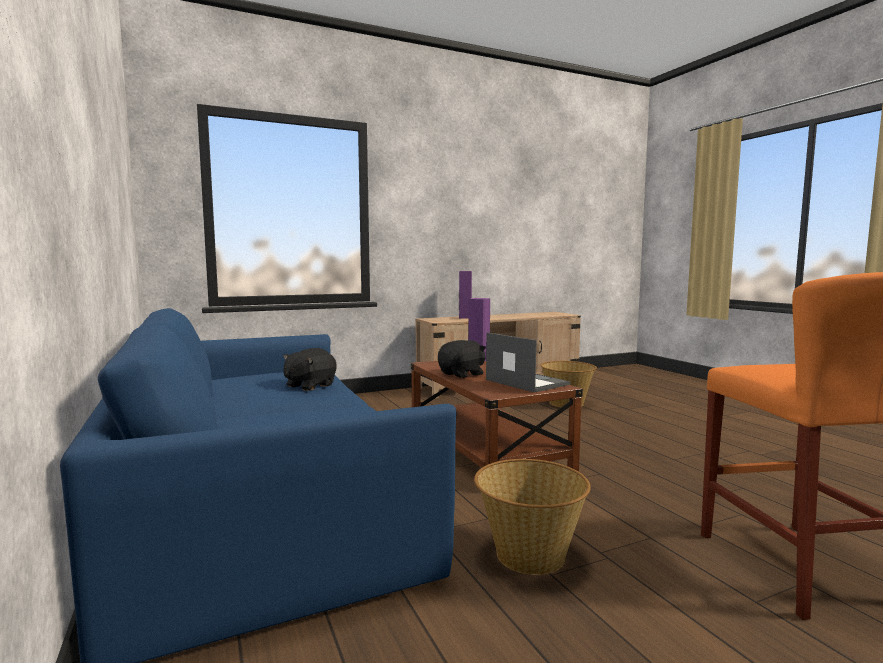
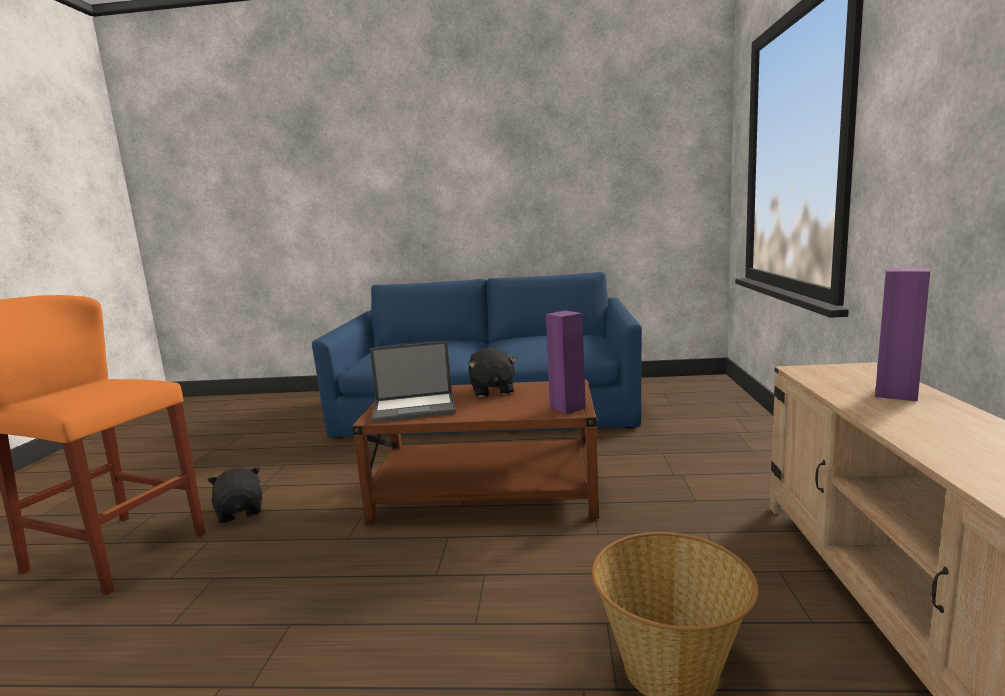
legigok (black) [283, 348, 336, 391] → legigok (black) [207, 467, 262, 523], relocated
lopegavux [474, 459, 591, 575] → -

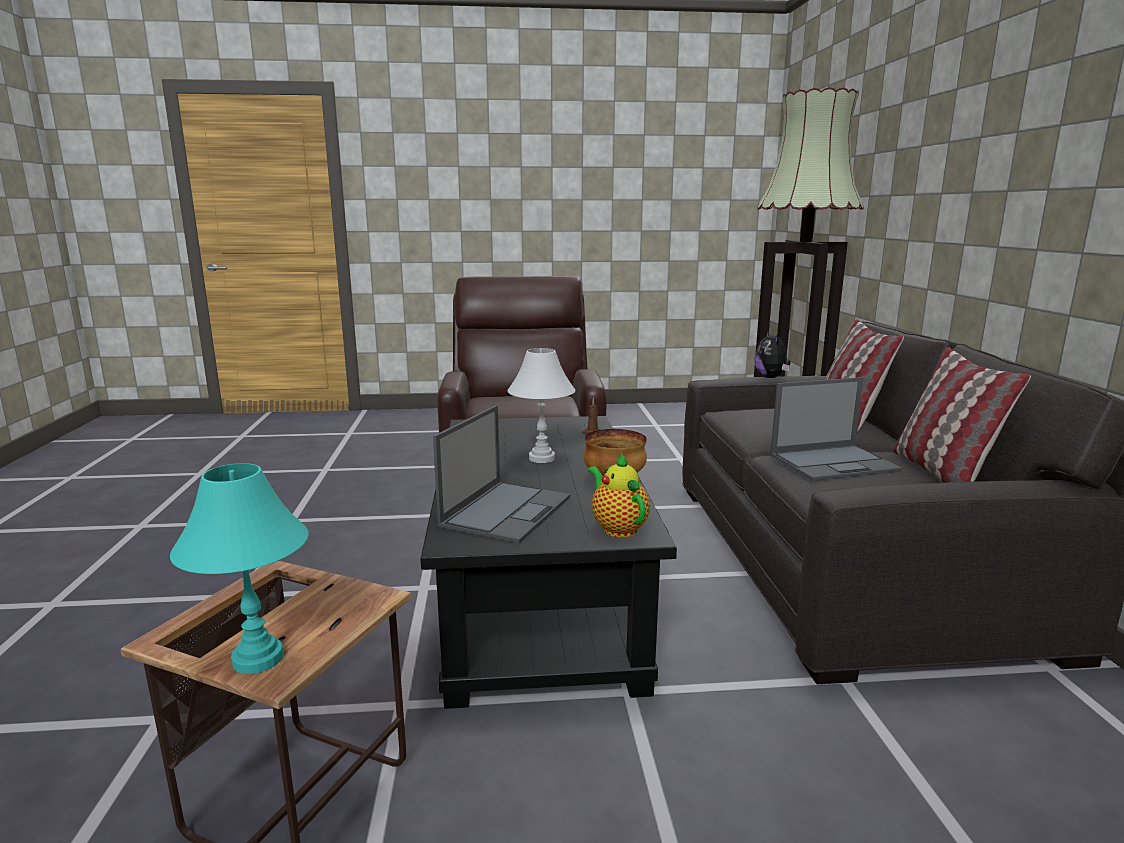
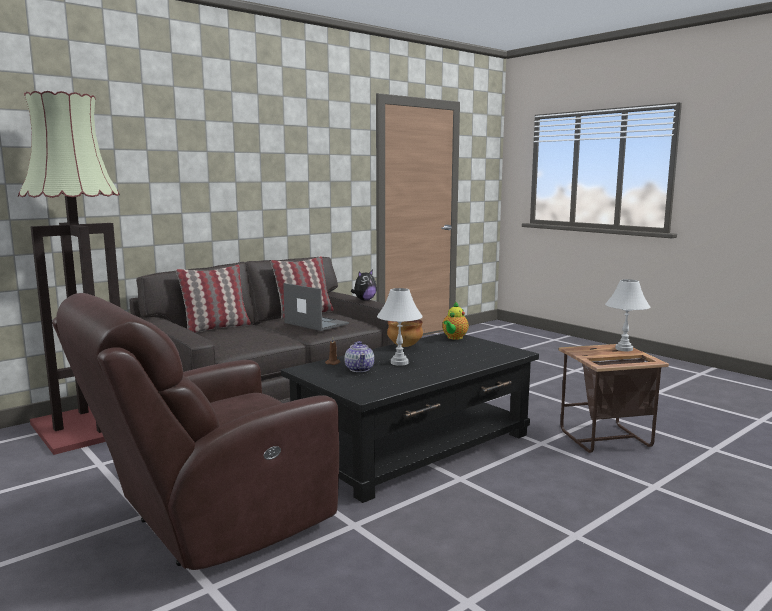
- → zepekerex [345, 341, 374, 372]
legigok [754, 331, 790, 378] → legigok [351, 270, 377, 300], relocated
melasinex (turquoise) [170, 463, 309, 674] → melasinex (white) [605, 279, 650, 351]
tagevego [433, 405, 570, 543] → -

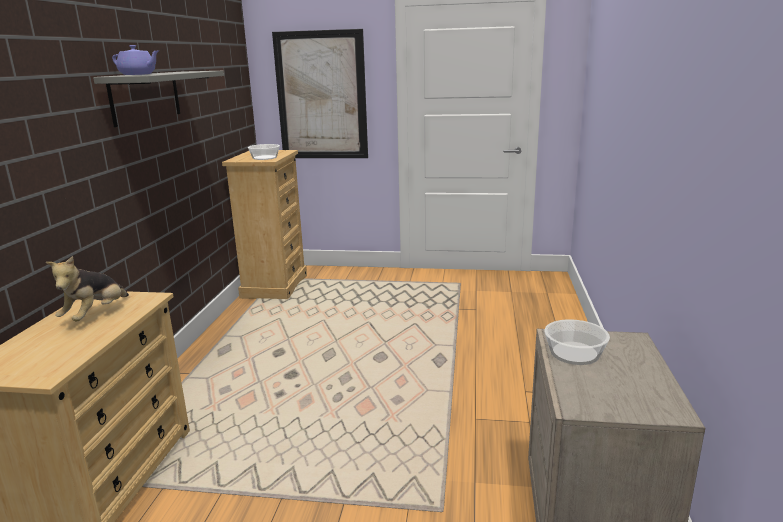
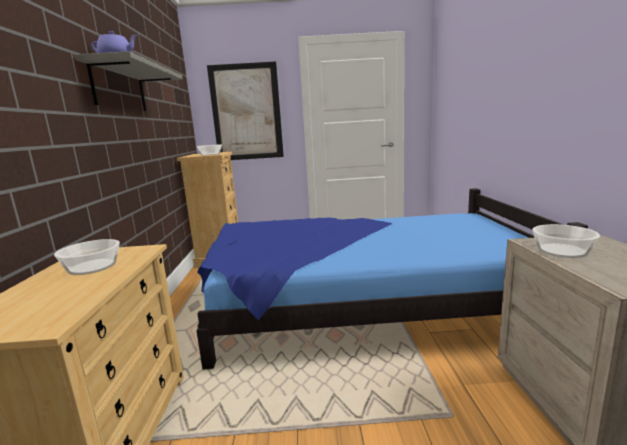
legigok [46, 256, 129, 321] → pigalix [54, 239, 120, 275]
- → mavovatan [196, 188, 588, 369]

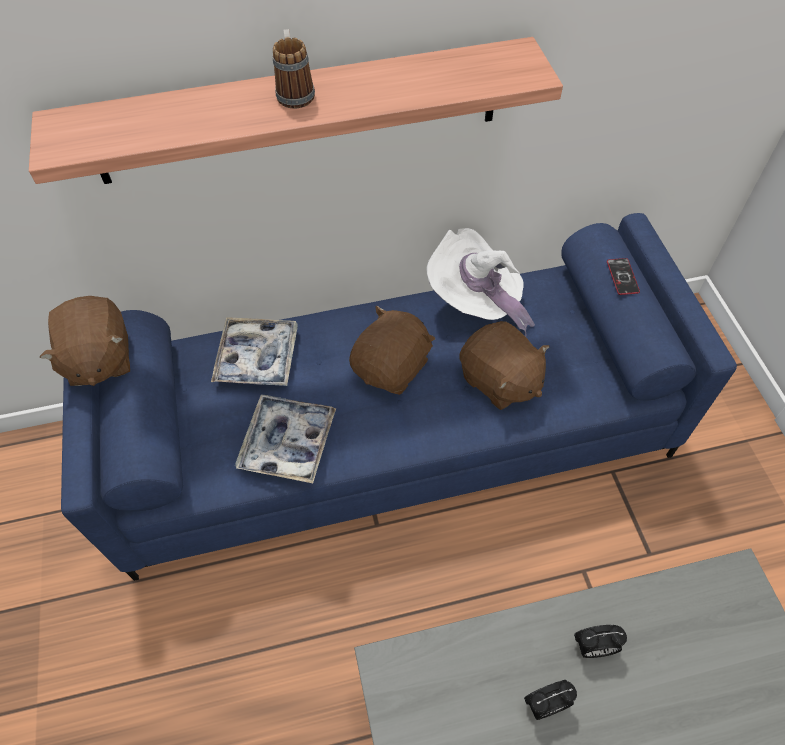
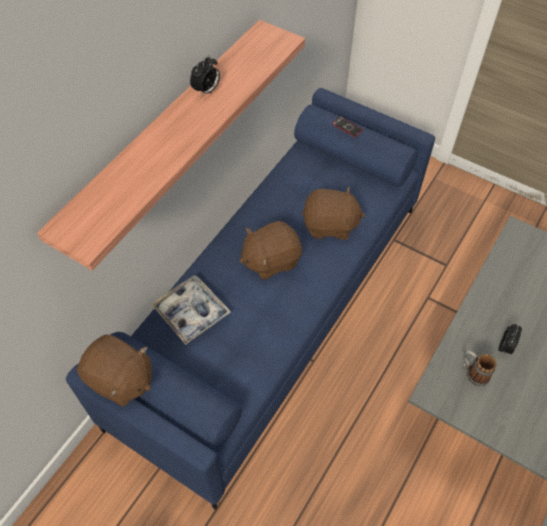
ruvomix [574, 625, 627, 658] → ruvomix [190, 55, 220, 97], relocated
legigok (brown) [349, 306, 435, 395] → legigok (brown) [240, 221, 302, 280], 105 degrees counterclockwise
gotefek [273, 29, 315, 109] → gotefek [462, 350, 497, 386], relocated
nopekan [235, 394, 336, 483] → -
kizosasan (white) [426, 228, 535, 337] → -

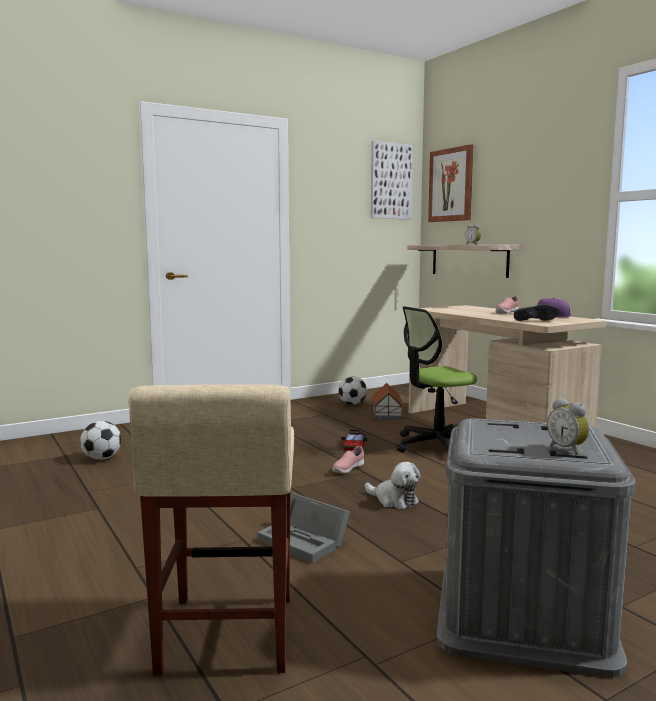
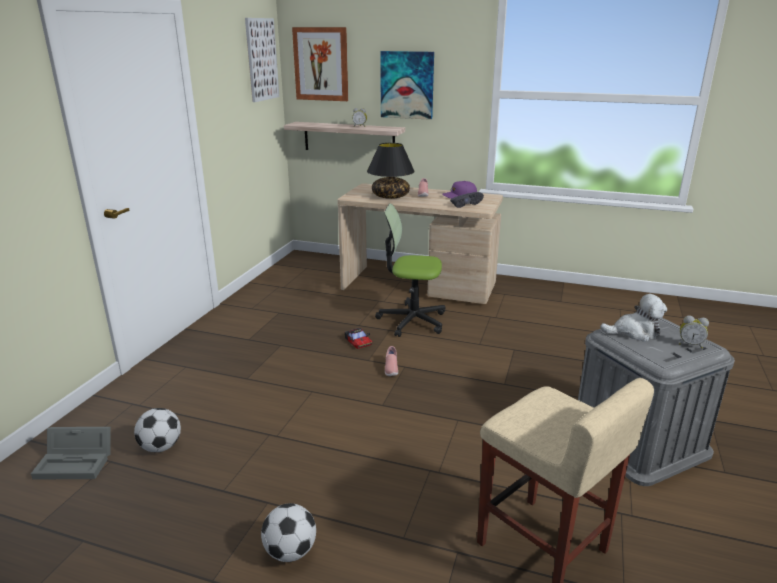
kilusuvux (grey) [257, 493, 350, 563] → kilusuvux (grey) [31, 427, 111, 480], relocated
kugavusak [338, 376, 367, 405] → kugavusak [261, 503, 316, 562], relocated
- → melasinex (black) [367, 143, 415, 199]
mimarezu [397, 306, 477, 453] → mimarezu [375, 203, 445, 337], 75 degrees clockwise
- → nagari [380, 51, 434, 120]
legigok [365, 462, 420, 509] → legigok [600, 294, 667, 342], relocated
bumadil [372, 383, 404, 419] → -

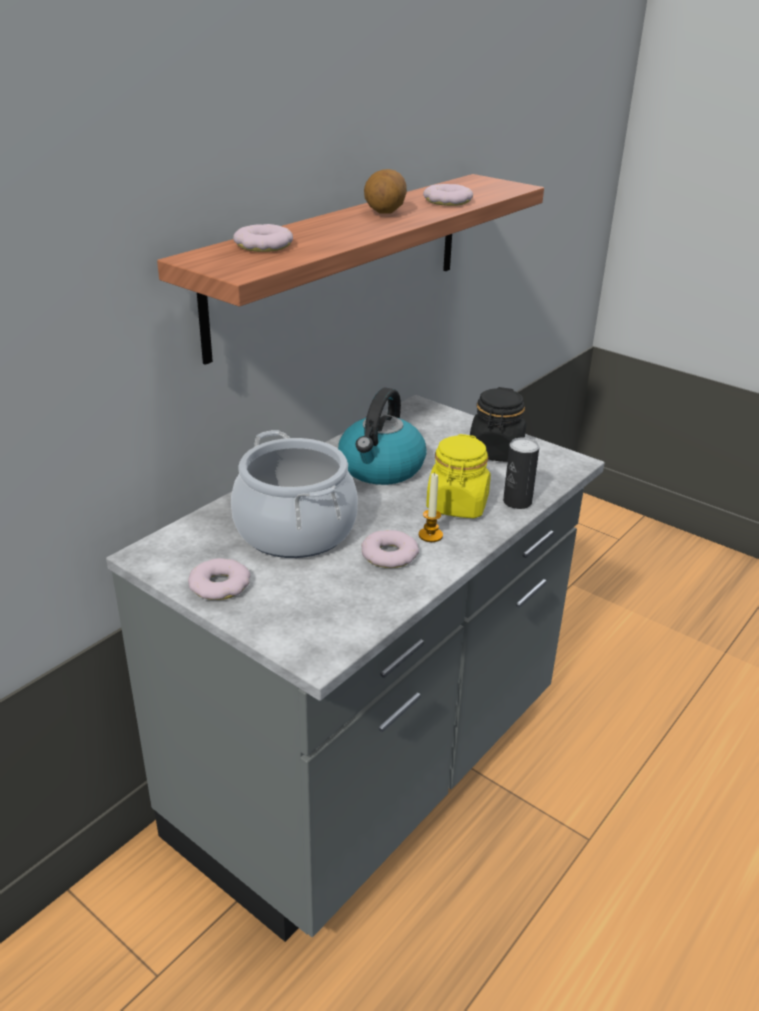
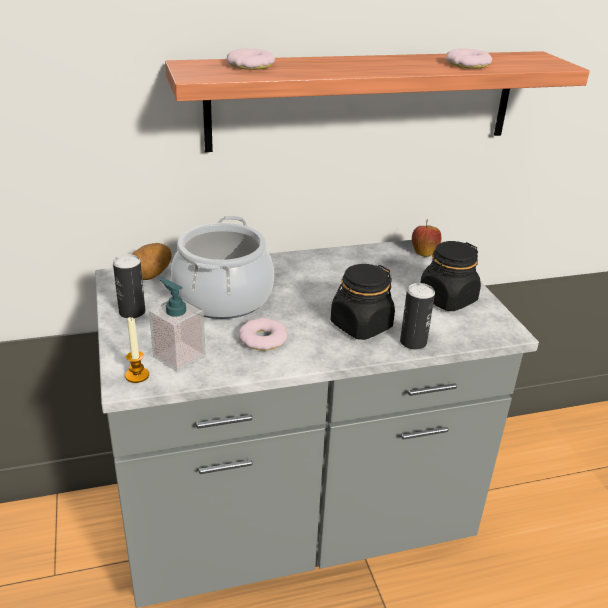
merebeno [188, 558, 251, 600] → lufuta [113, 254, 145, 318]
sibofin [419, 473, 443, 542] → sibofin [125, 317, 149, 383], relocated
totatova [364, 169, 407, 214] → totatova [132, 243, 172, 280], relocated
- → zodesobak [149, 278, 206, 372]
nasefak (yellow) [426, 434, 491, 518] → nasefak (black) [331, 264, 395, 340]
- → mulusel [412, 219, 442, 257]
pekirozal [338, 388, 427, 485] → -

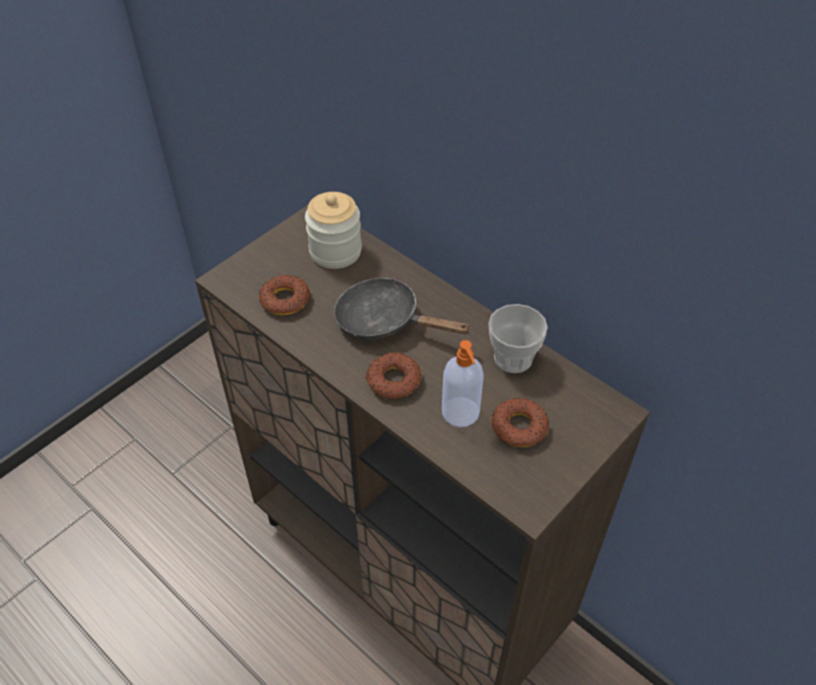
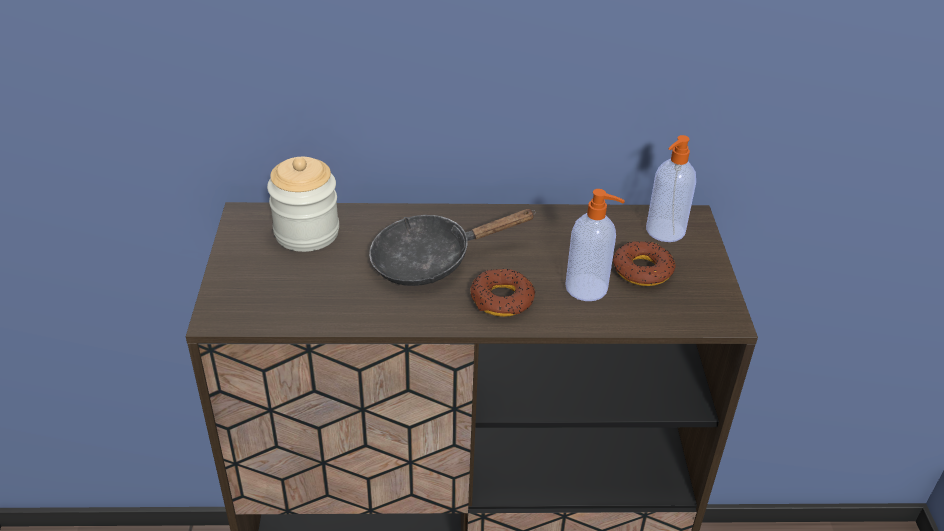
- → zodesobak [646, 135, 696, 242]
merebeno [259, 275, 311, 315] → -
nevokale [488, 304, 548, 373] → -

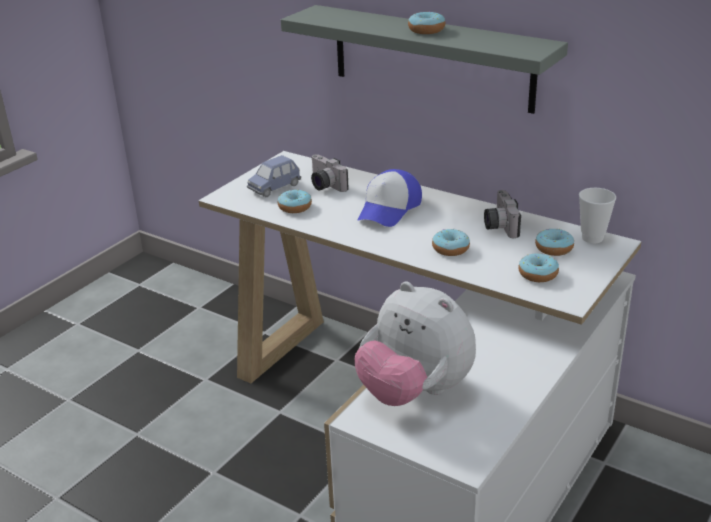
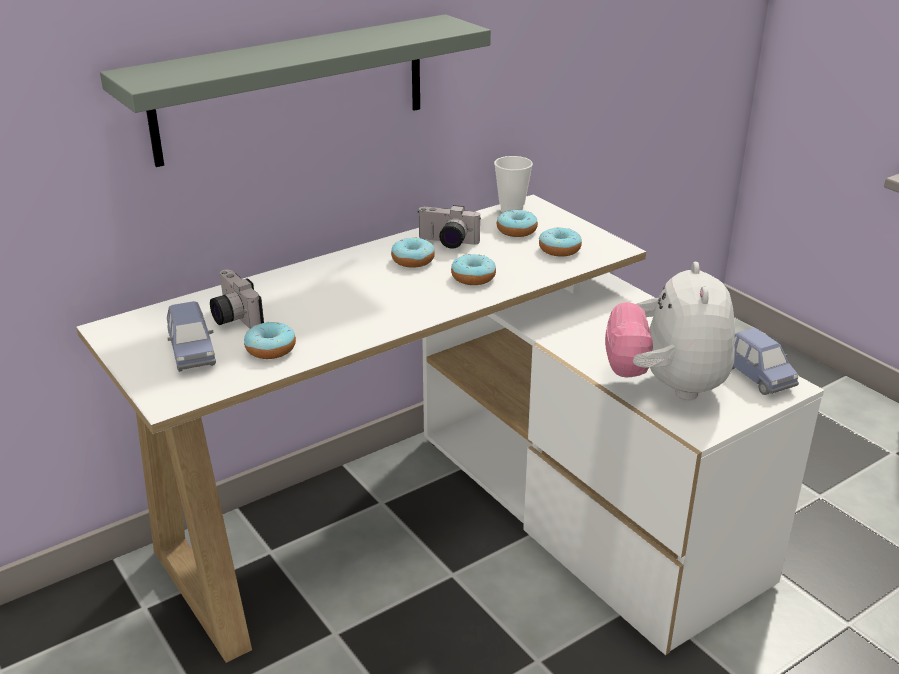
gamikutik [311, 154, 349, 192] → gamikutik [210, 269, 264, 329], 75 degrees clockwise
merebeno [408, 11, 445, 34] → merebeno [391, 237, 435, 268], relocated
legigok [355, 281, 476, 406] → legigok [605, 262, 735, 400], 120 degrees clockwise
- → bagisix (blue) [732, 328, 799, 395]
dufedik [358, 169, 422, 227] → -

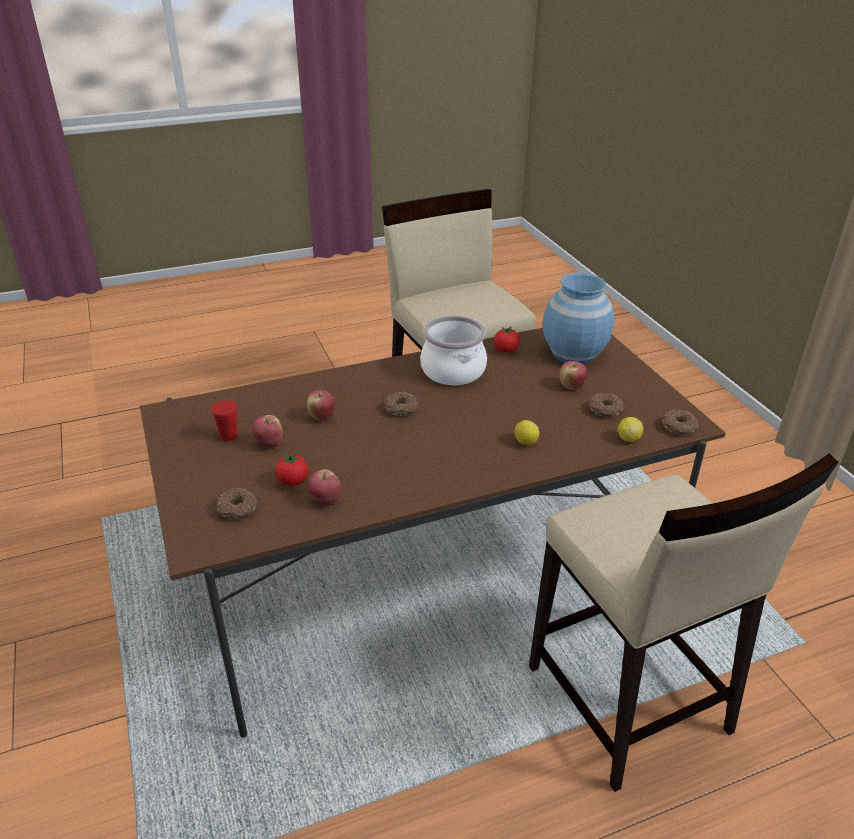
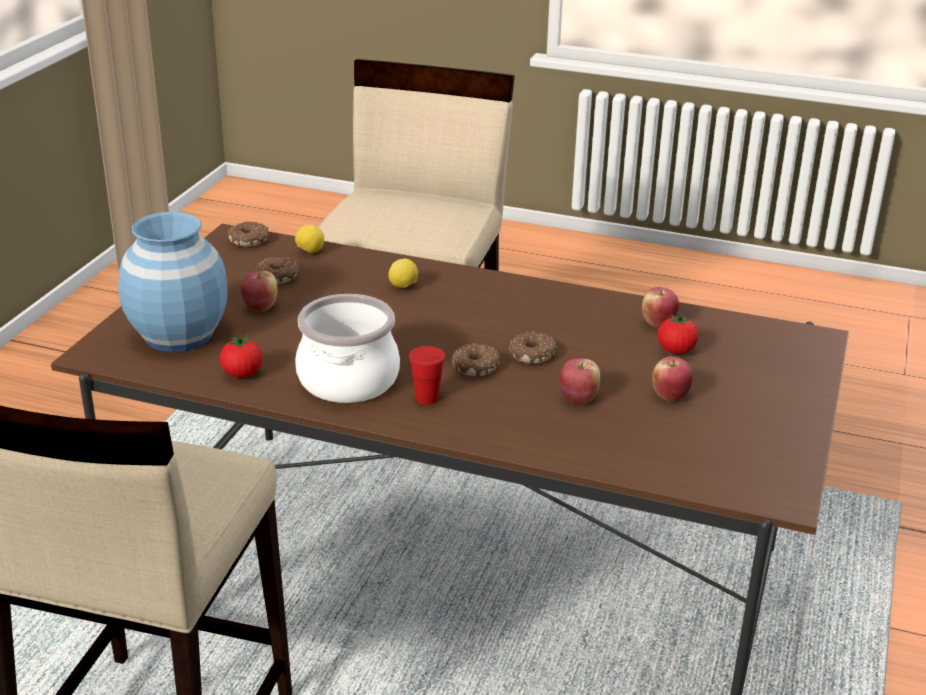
nevokale (red) [211, 400, 237, 441] → nevokale (red) [409, 346, 446, 404], relocated
merebeno [216, 488, 257, 519] → merebeno [509, 332, 557, 364], relocated

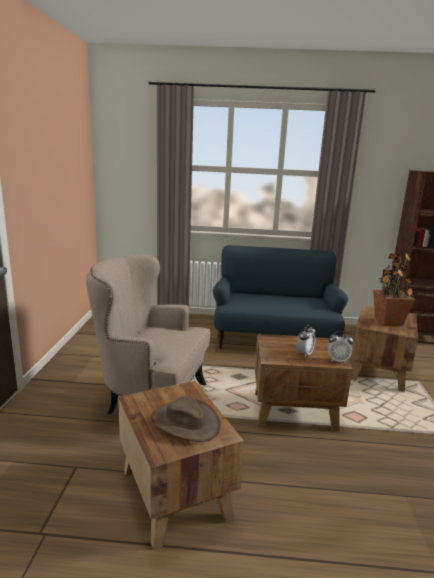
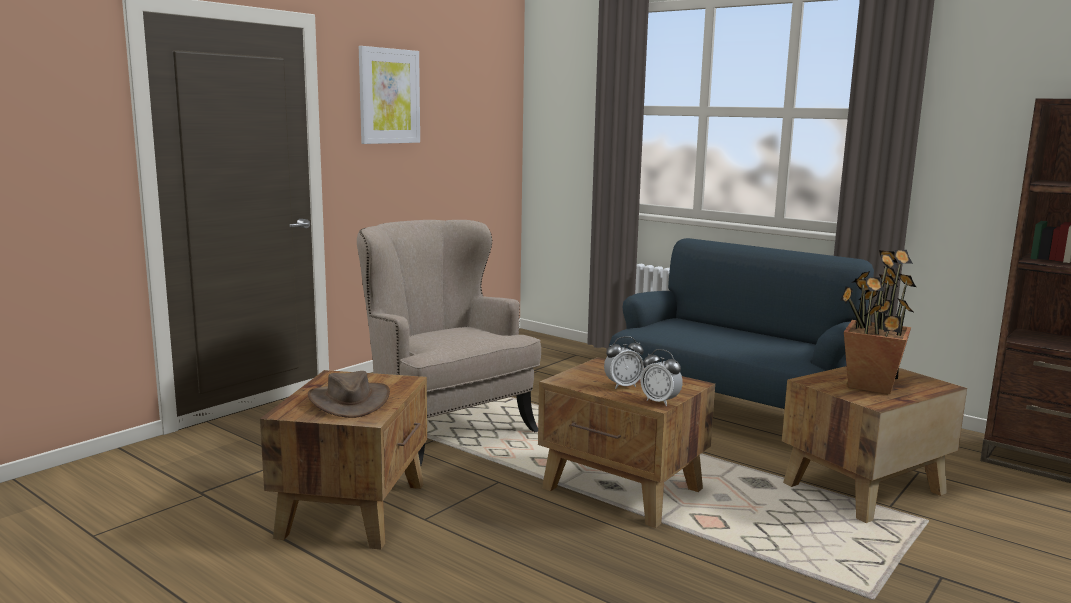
- → nagari [359, 46, 420, 144]

